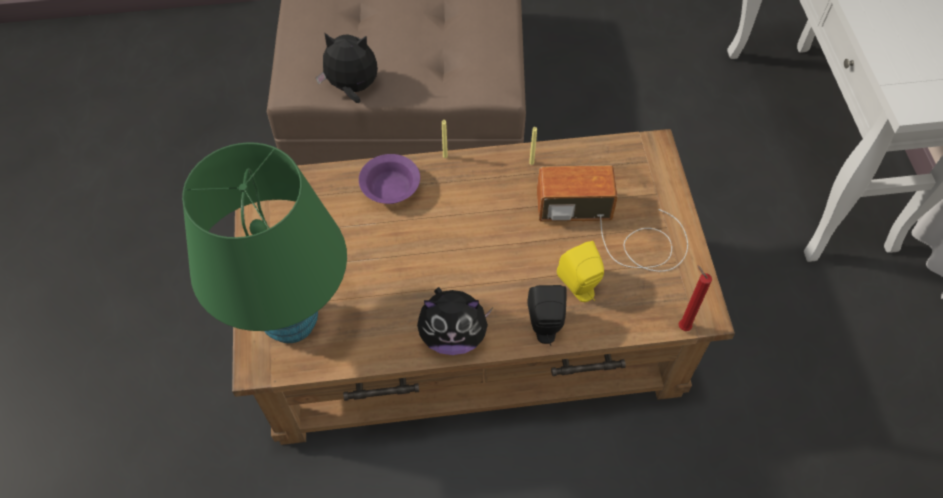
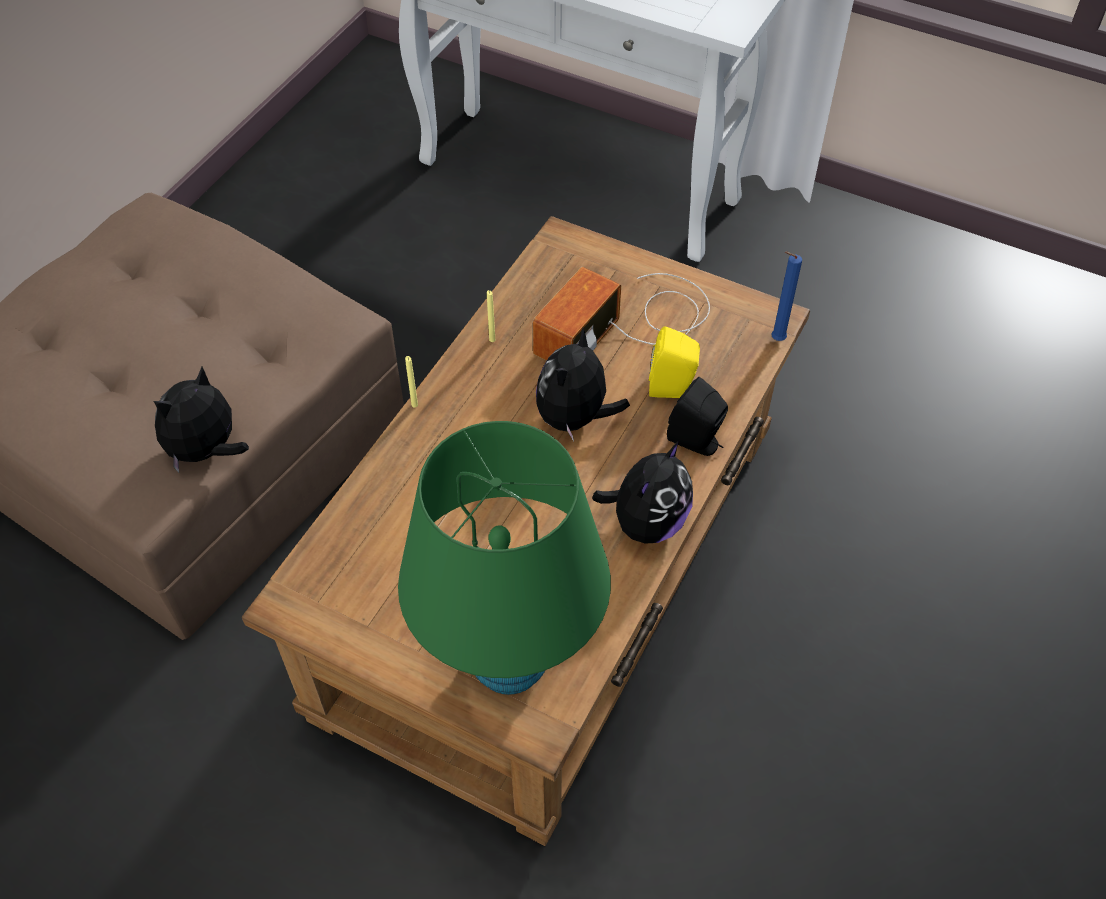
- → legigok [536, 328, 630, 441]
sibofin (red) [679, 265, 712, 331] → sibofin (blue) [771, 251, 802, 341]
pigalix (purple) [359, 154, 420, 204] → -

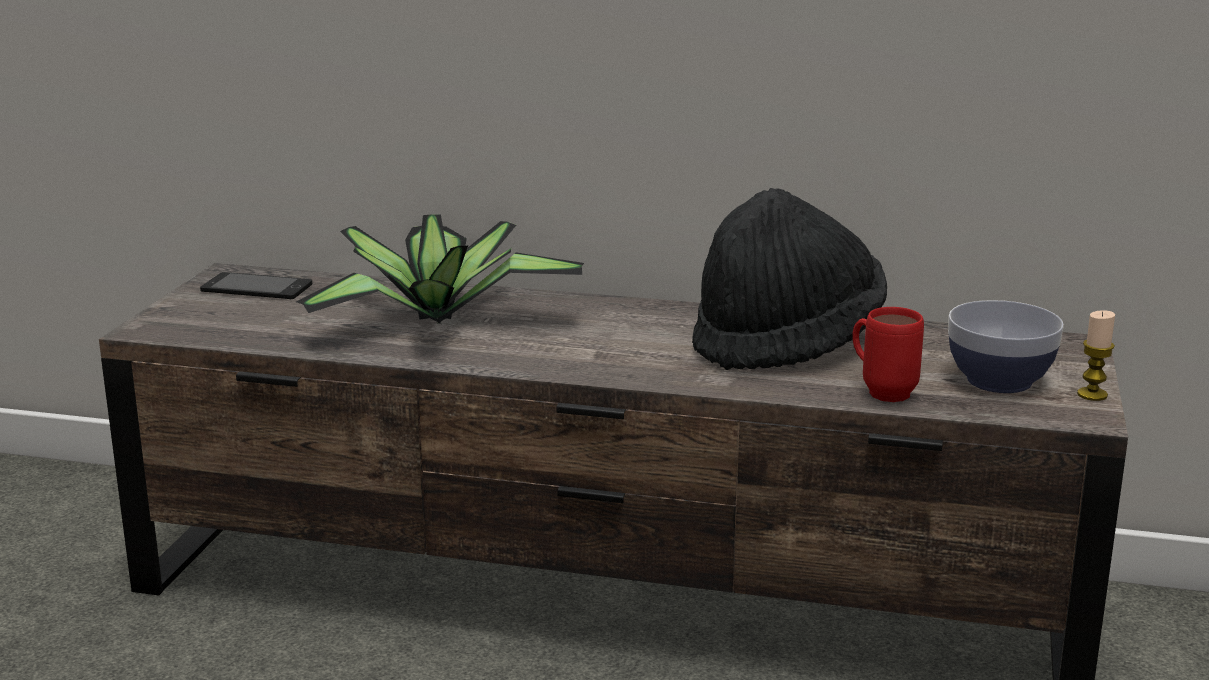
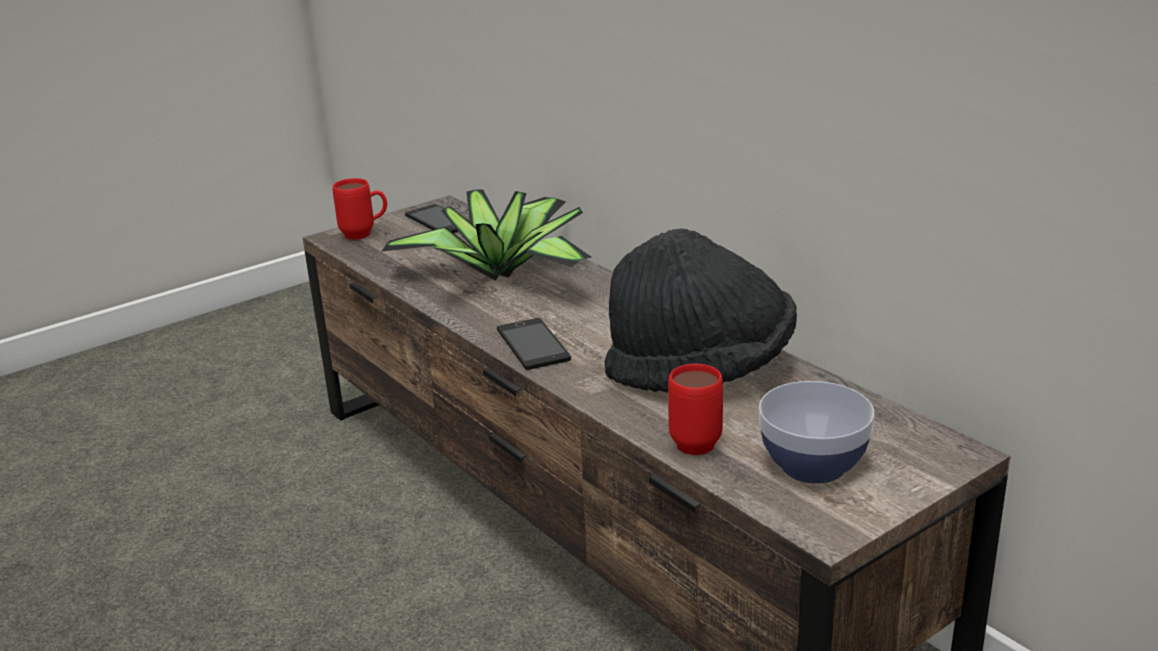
- → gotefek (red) [333, 178, 387, 240]
- → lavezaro [497, 318, 571, 370]
sibofin [1077, 310, 1115, 401] → -

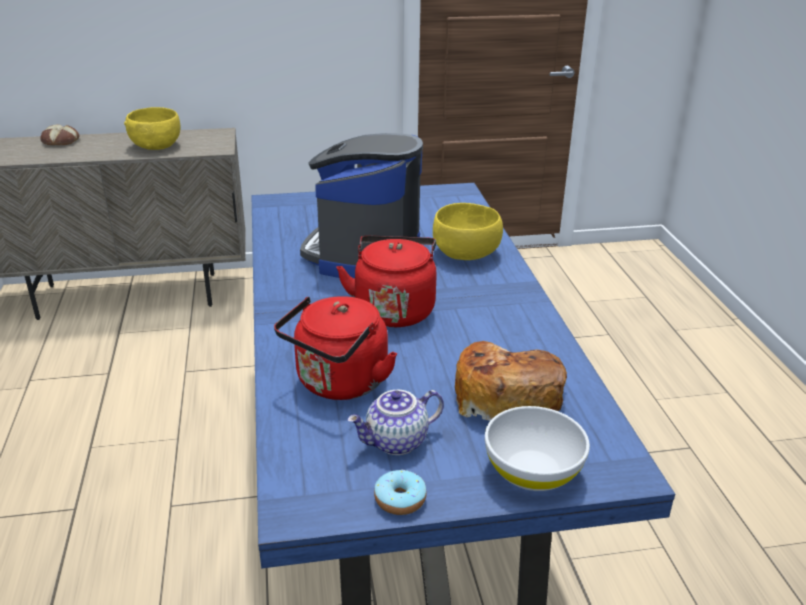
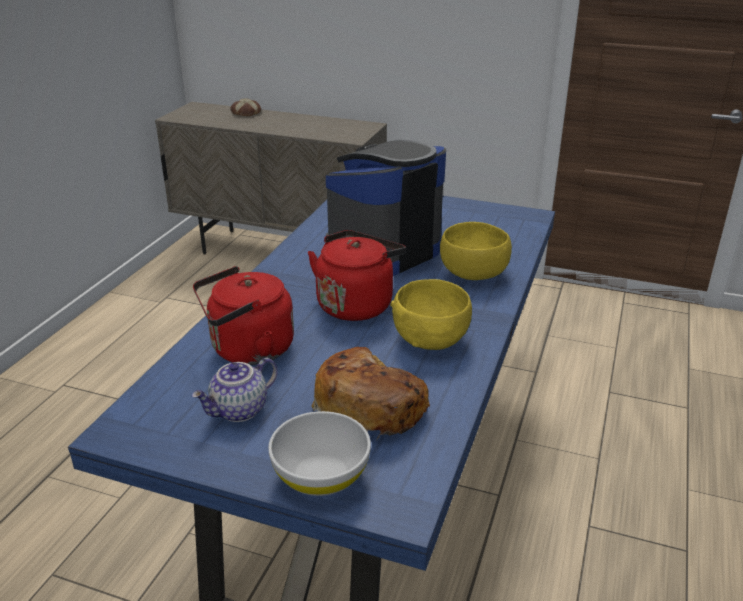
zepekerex [347, 390, 444, 455] → zepekerex [192, 358, 278, 422], 45 degrees counterclockwise
pigalix (yellow) [124, 107, 181, 150] → pigalix (yellow) [390, 279, 472, 350], relocated
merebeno [374, 470, 427, 515] → -

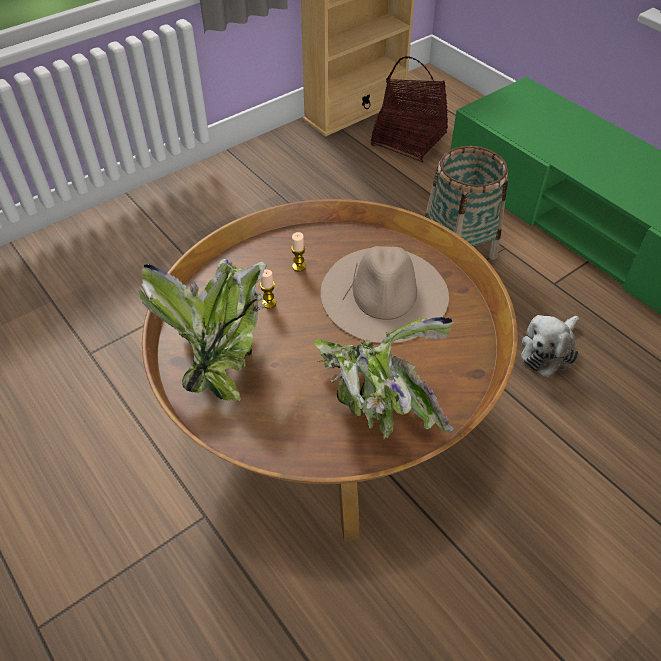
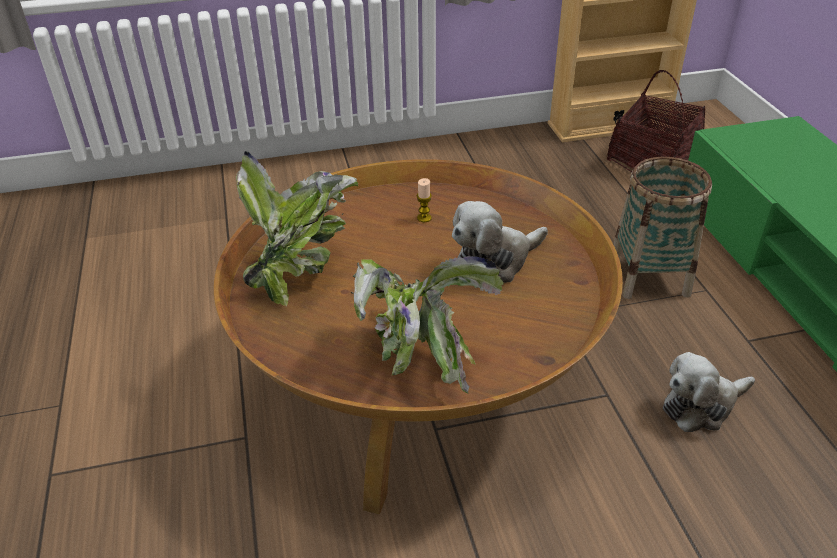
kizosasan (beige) [321, 246, 449, 344] → legigok [452, 201, 548, 288]
sibofin [260, 269, 276, 308] → -

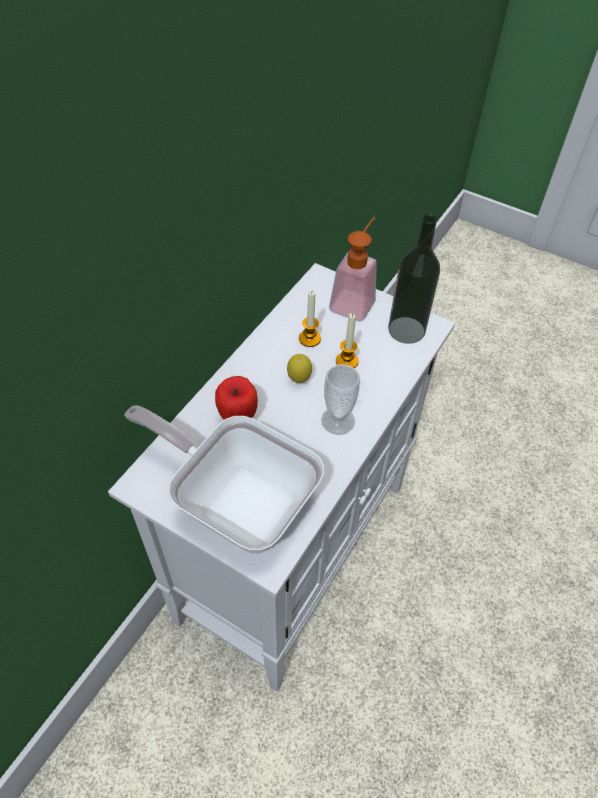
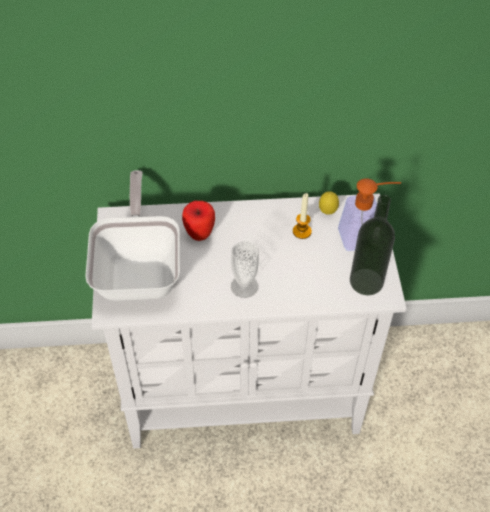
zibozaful [287, 354, 312, 383] → zibozaful [319, 191, 339, 215], relocated
sibofin [336, 313, 359, 368] → -

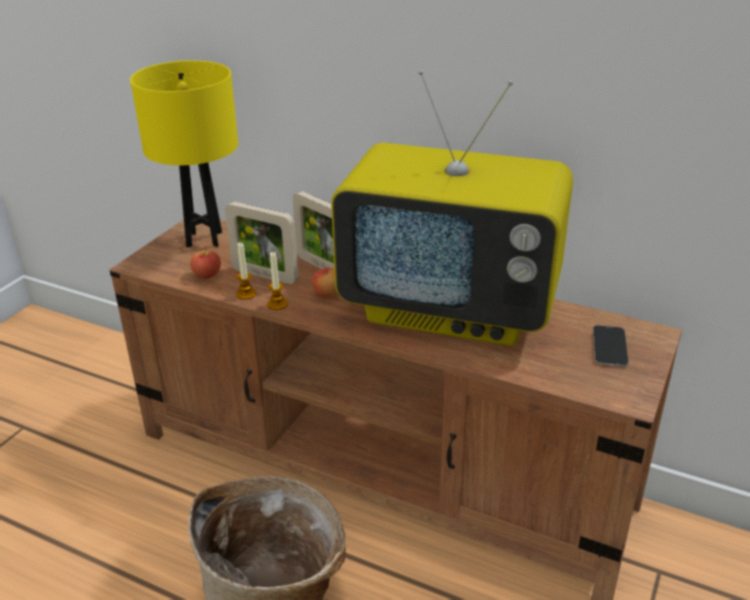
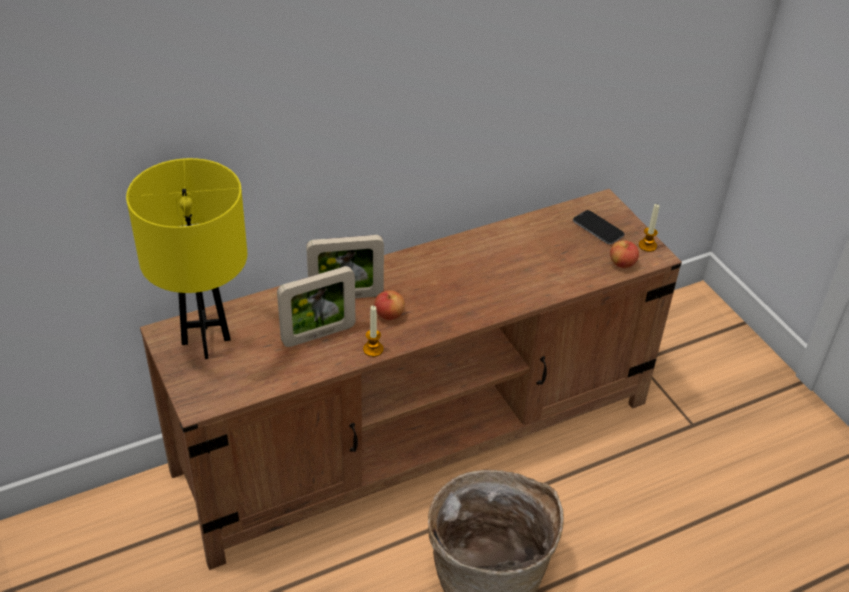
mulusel [190, 250, 221, 278] → mulusel [610, 240, 639, 268], relocated
sibofin [236, 242, 256, 300] → sibofin [639, 204, 659, 252], relocated
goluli [331, 70, 573, 346] → -

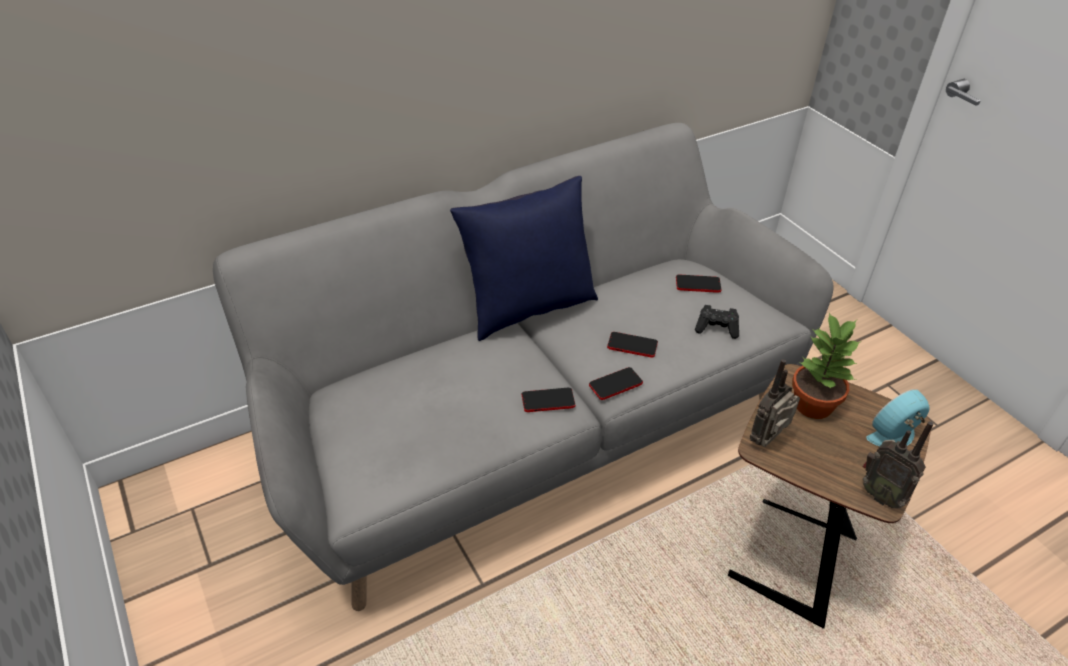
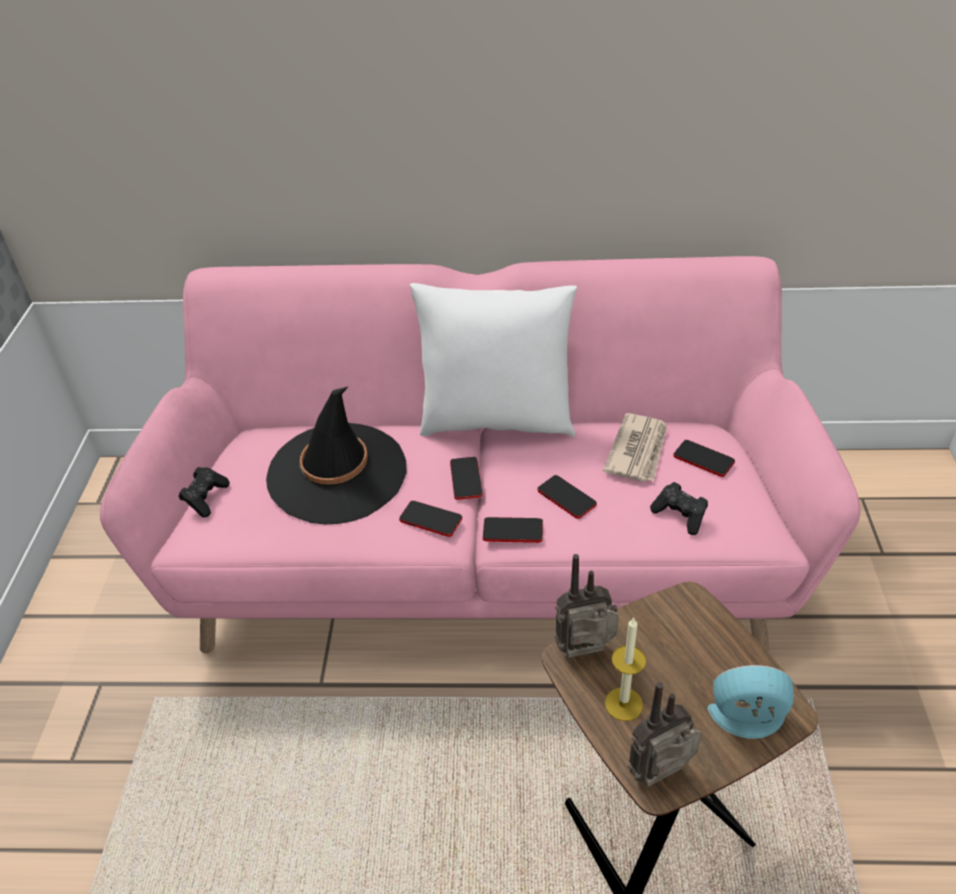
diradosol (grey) [213, 123, 833, 611] → diradosol (pink) [100, 256, 860, 653]
- → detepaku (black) [179, 467, 230, 517]
- → kizosasan (black) [266, 386, 407, 524]
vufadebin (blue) [450, 176, 598, 341] → vufadebin (white) [410, 283, 577, 437]
- → lavezaro [450, 457, 482, 500]
- → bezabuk [603, 413, 667, 482]
- → sibofin [605, 617, 646, 721]
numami [863, 421, 933, 508] → numami [628, 682, 702, 787], 75 degrees clockwise
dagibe [792, 312, 861, 419] → -

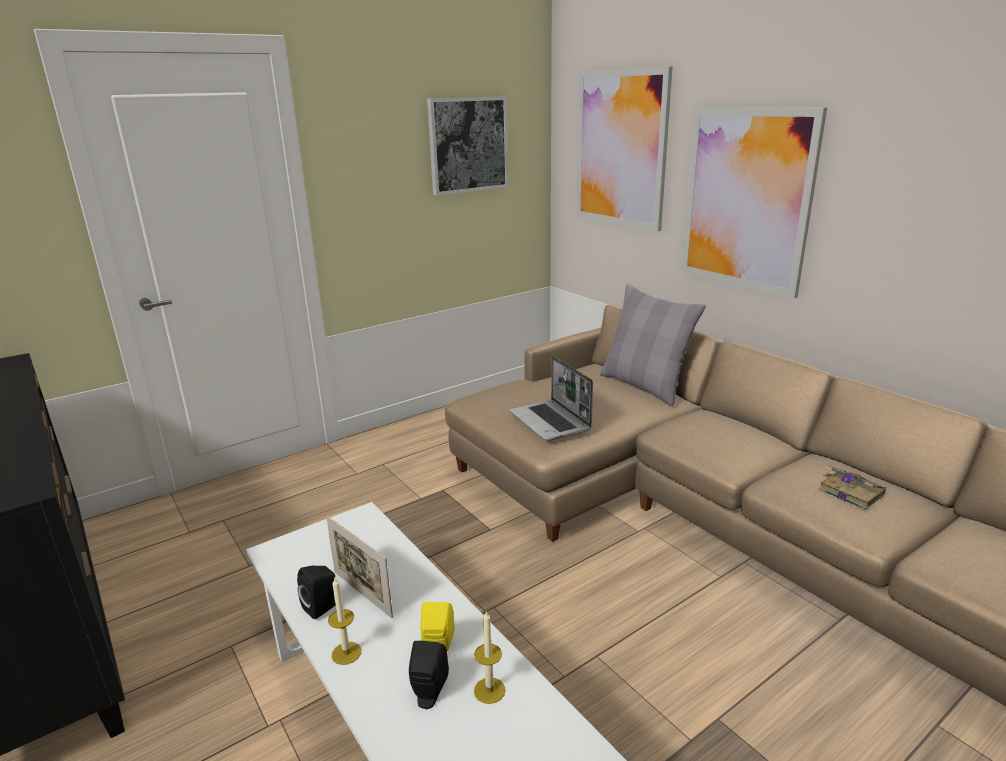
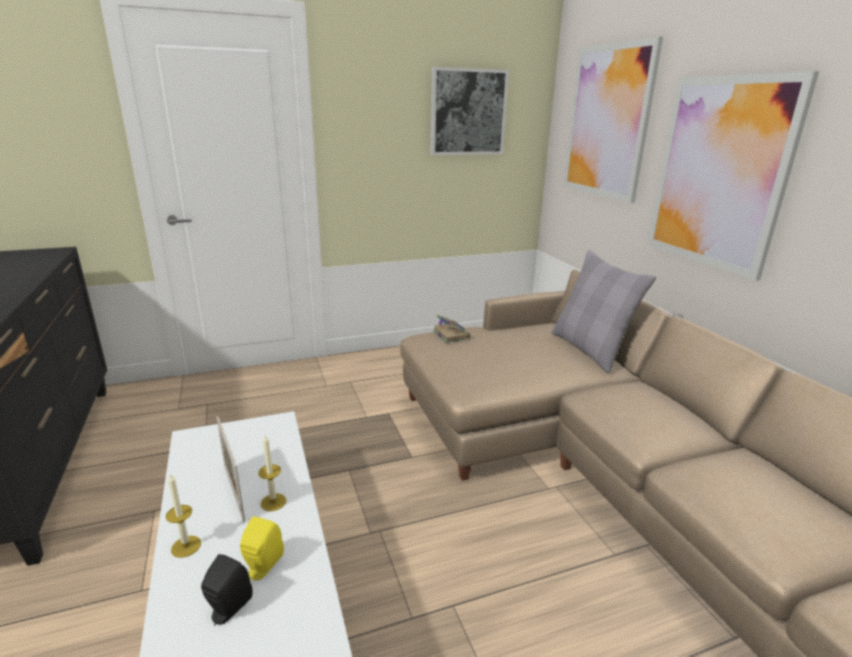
sibofin [474, 611, 506, 704] → sibofin [258, 435, 286, 511], relocated
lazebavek [818, 466, 886, 510] → lazebavek [433, 314, 470, 343], relocated
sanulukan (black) [297, 565, 336, 619] → -
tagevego [509, 356, 593, 441] → -

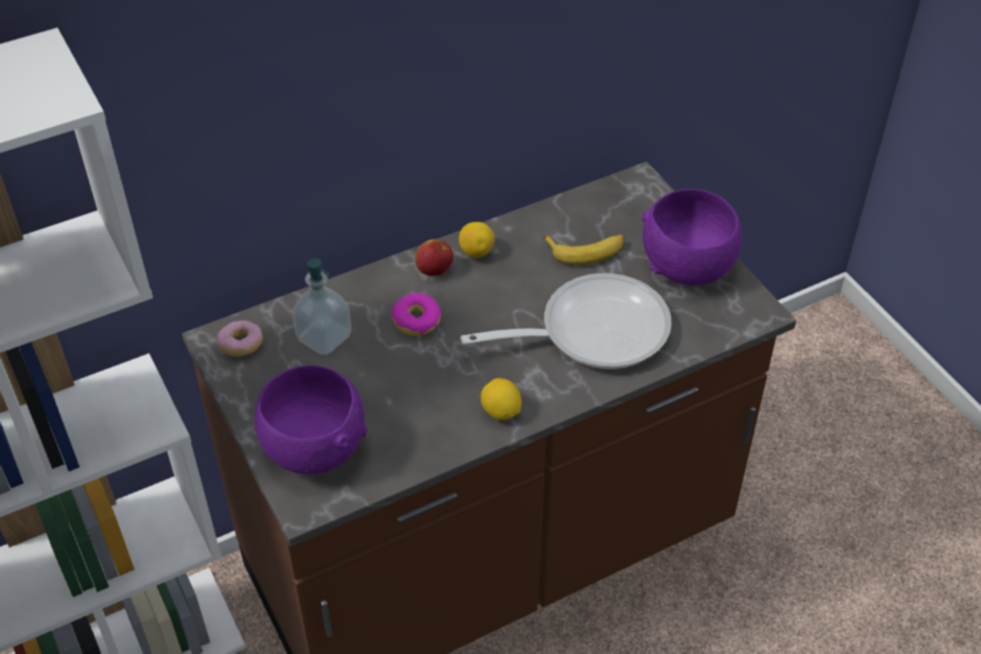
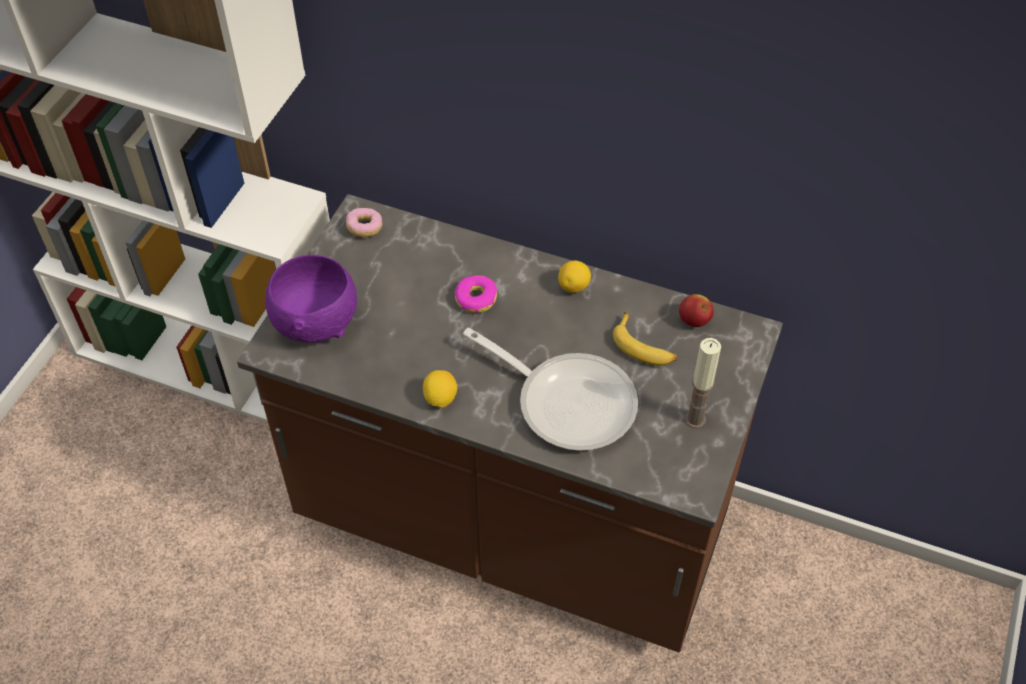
mulusel [415, 239, 453, 276] → mulusel [679, 294, 714, 327], relocated
pigalix (purple) [642, 189, 742, 285] → sibofin [685, 338, 721, 428]
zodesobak [292, 258, 351, 355] → -

